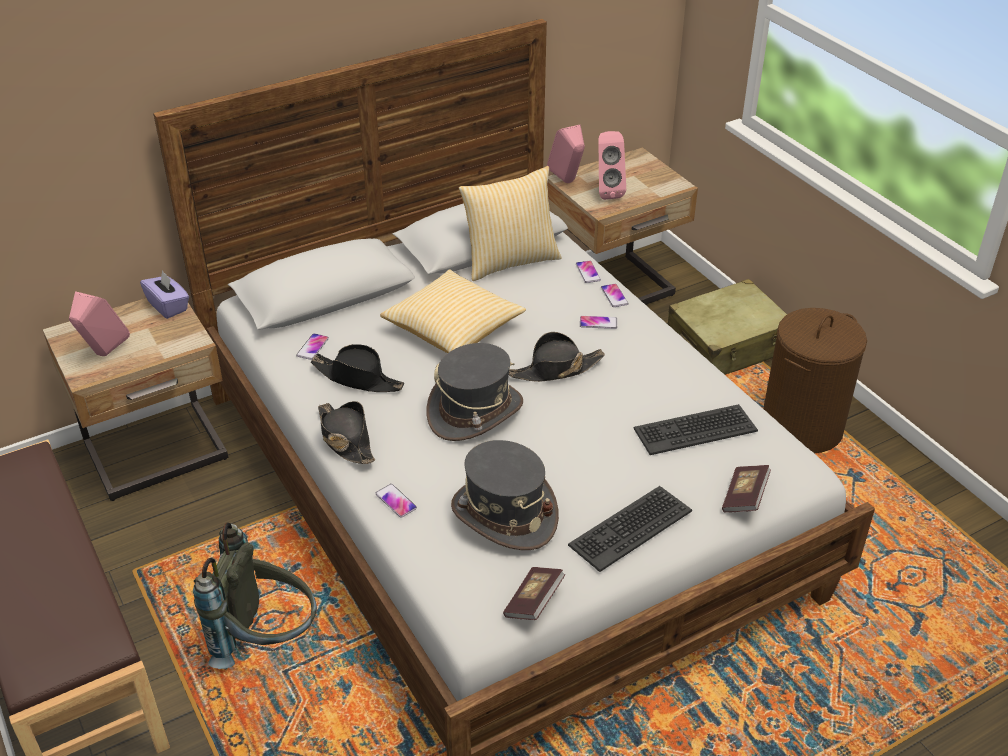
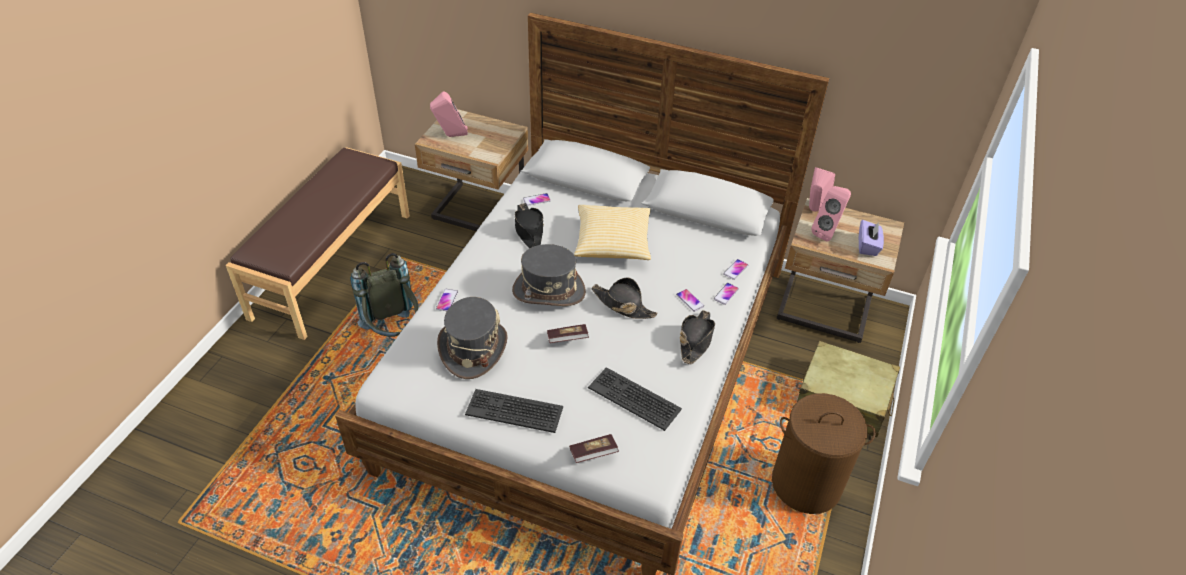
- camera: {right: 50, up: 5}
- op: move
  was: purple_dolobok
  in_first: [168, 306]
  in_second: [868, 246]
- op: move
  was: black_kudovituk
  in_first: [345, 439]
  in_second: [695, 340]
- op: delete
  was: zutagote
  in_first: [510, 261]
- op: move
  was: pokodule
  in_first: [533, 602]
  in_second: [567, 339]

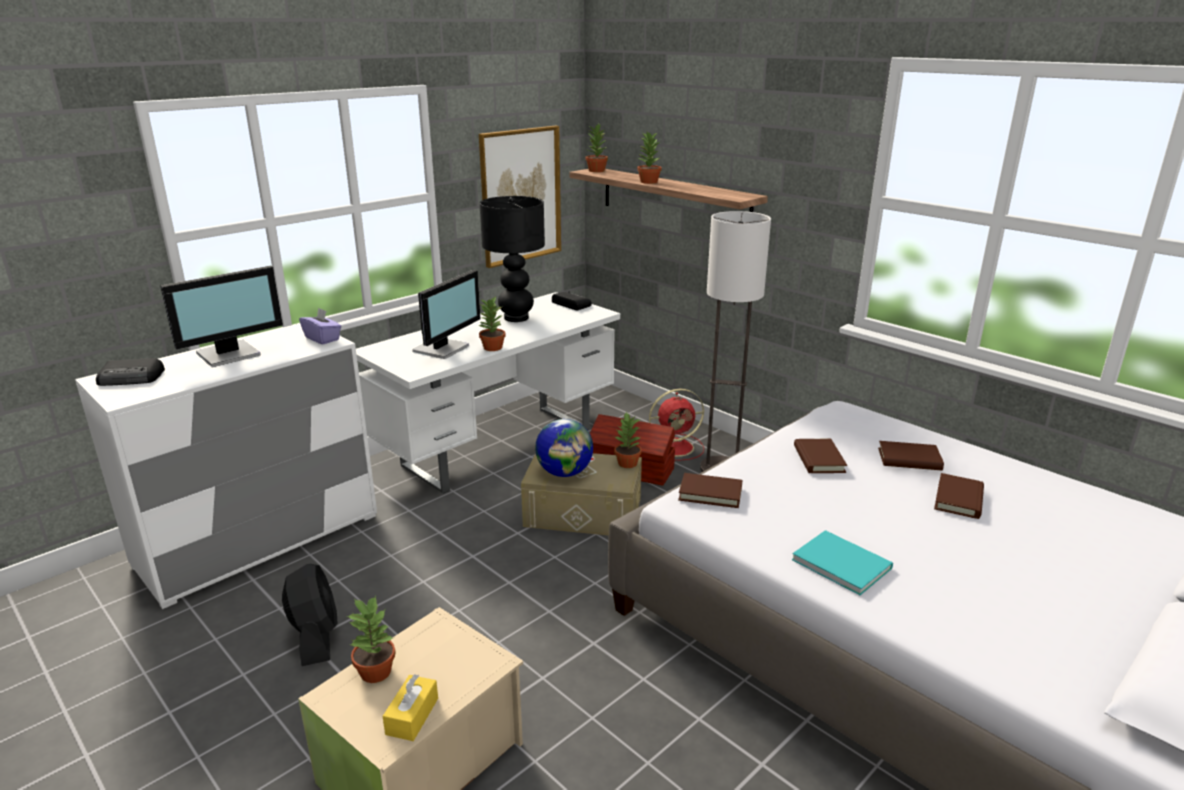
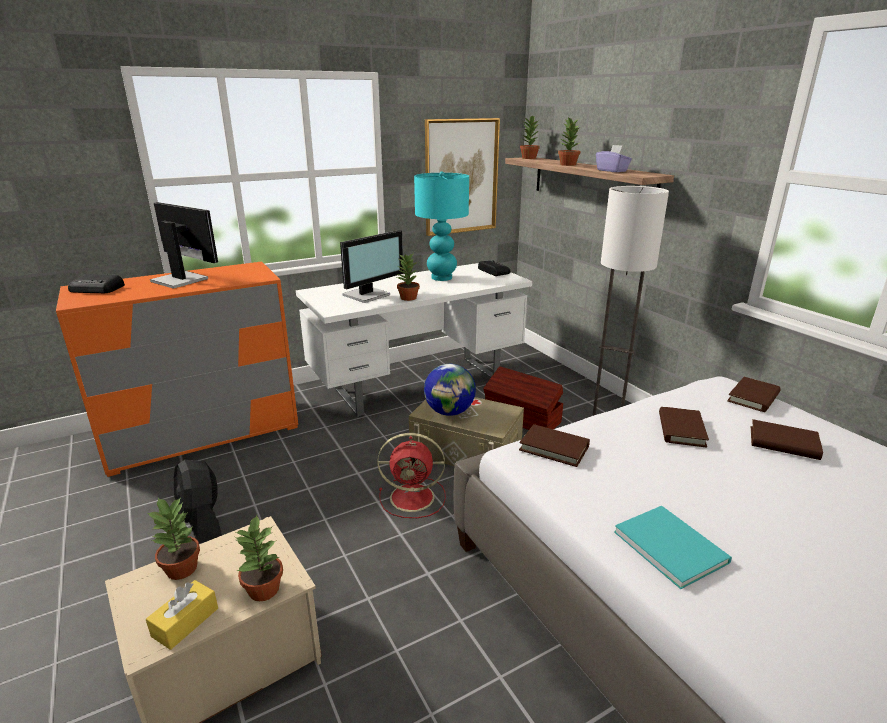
- camera: {right: 15, up: 0}
- op: recolor
  was: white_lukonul
  now: orange_lukonul
  in_first: [259, 540]
  in_second: [203, 434]
- op: rotate
  was: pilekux
  in_first: [230, 355]
  in_second: [181, 279]
  clockwise: -120
- op: rotate
  was: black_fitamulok
  in_first: [315, 637]
  in_second: [202, 521]
  clockwise: 150
- op: move
  was: purple_dolobok
  in_first: [322, 338]
  in_second: [612, 171]
- op: recolor
  was: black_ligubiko
  now: turquoise_ligubiko
  in_first: [517, 318]
  in_second: [442, 277]
- op: move
  was: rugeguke
  in_first: [627, 463]
  in_second: [263, 590]
- op: move
  was: red_fitamulok
  in_first: [676, 447]
  in_second: [414, 497]
- op: move
  was: brown_pokodule
  in_first: [958, 499]
  in_second: [753, 397]

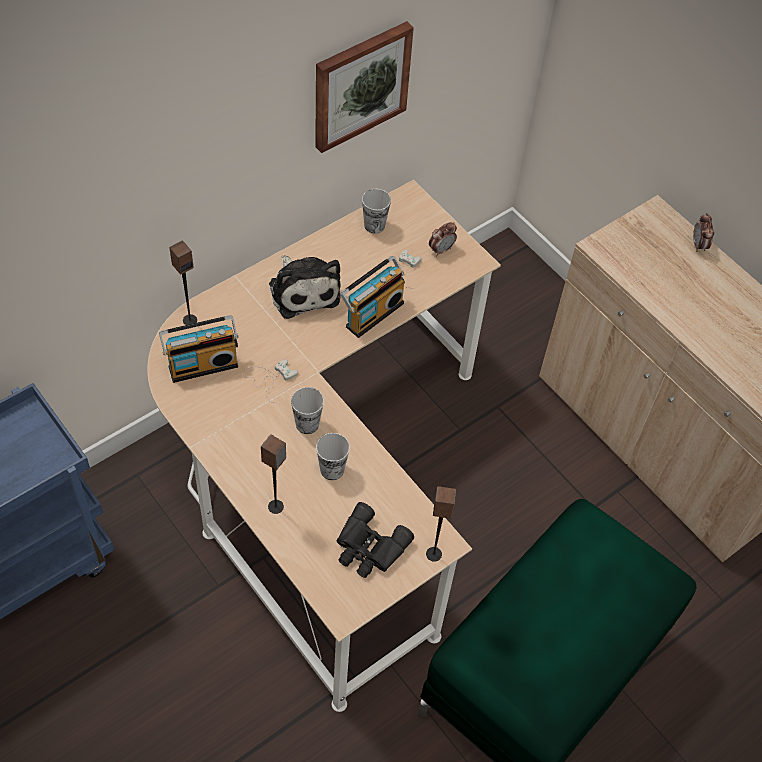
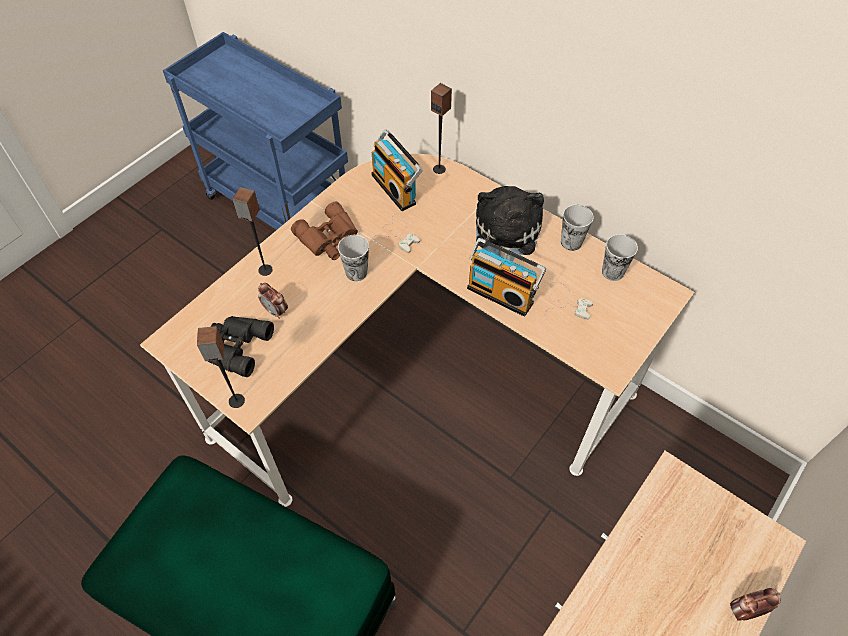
- camera: {right: 80, up: 0}
- op: rotate
  was: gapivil
  in_first: [303, 290]
  in_second: [505, 235]
  clockwise: 135
- op: delete
  was: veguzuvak
  in_first: [360, 85]
- op: move
  was: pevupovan
  in_first: [332, 469]
  in_second: [571, 242]
- op: move
  was: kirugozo
  in_first: [441, 250]
  in_second: [276, 311]
- op: insert
  now: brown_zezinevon
  in_second: [330, 239]

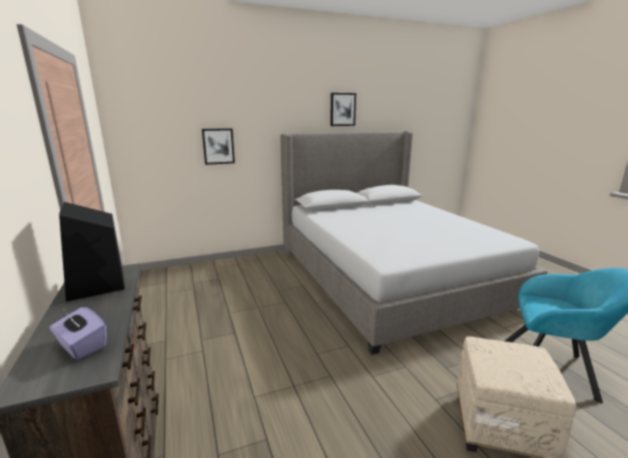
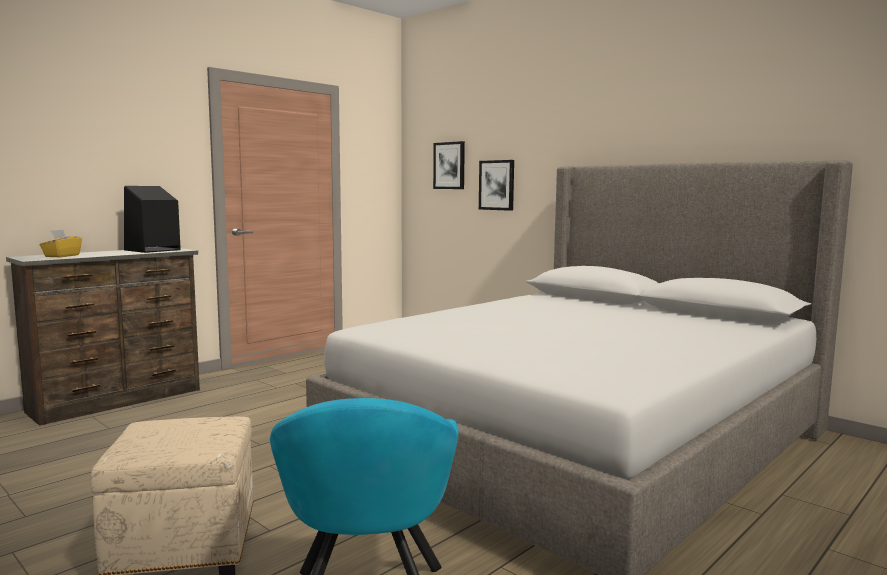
- camera: {right: 65, up: -10}
- op: recolor
  was: purple_dolobok
  now: yellow_dolobok
  in_first: [81, 346]
  in_second: [62, 256]
- op: move
  was: veguzuvak
  in_first: [342, 109]
  in_second: [449, 165]

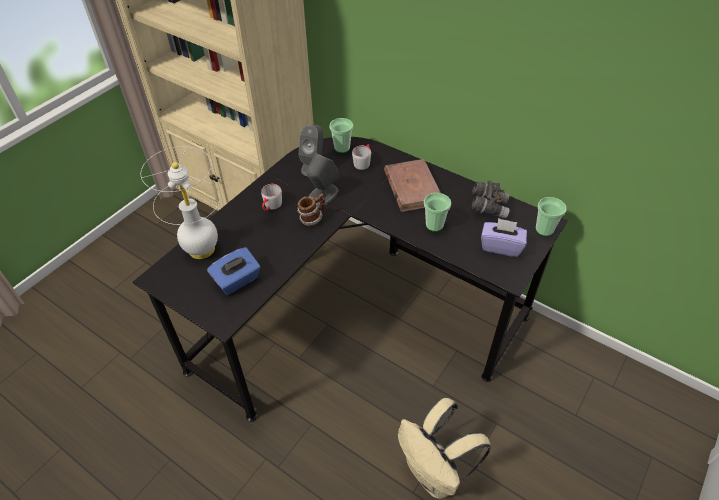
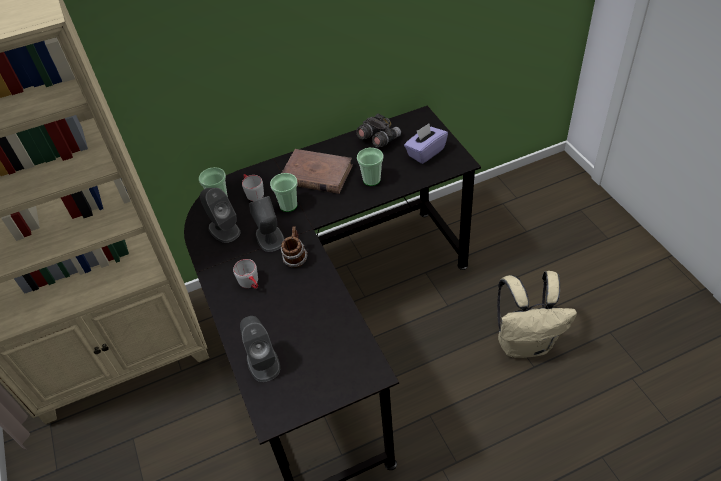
- camera: {right: -55, up: 0}
- op: replace
  was: white_ligubiko
  now: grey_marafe
  in_first: [202, 249]
  in_second: [263, 362]
- op: delete
  was: blue_dolobok
  in_first: [237, 280]
- op: move
  was: pevupovan
  in_first: [544, 229]
  in_second: [288, 205]

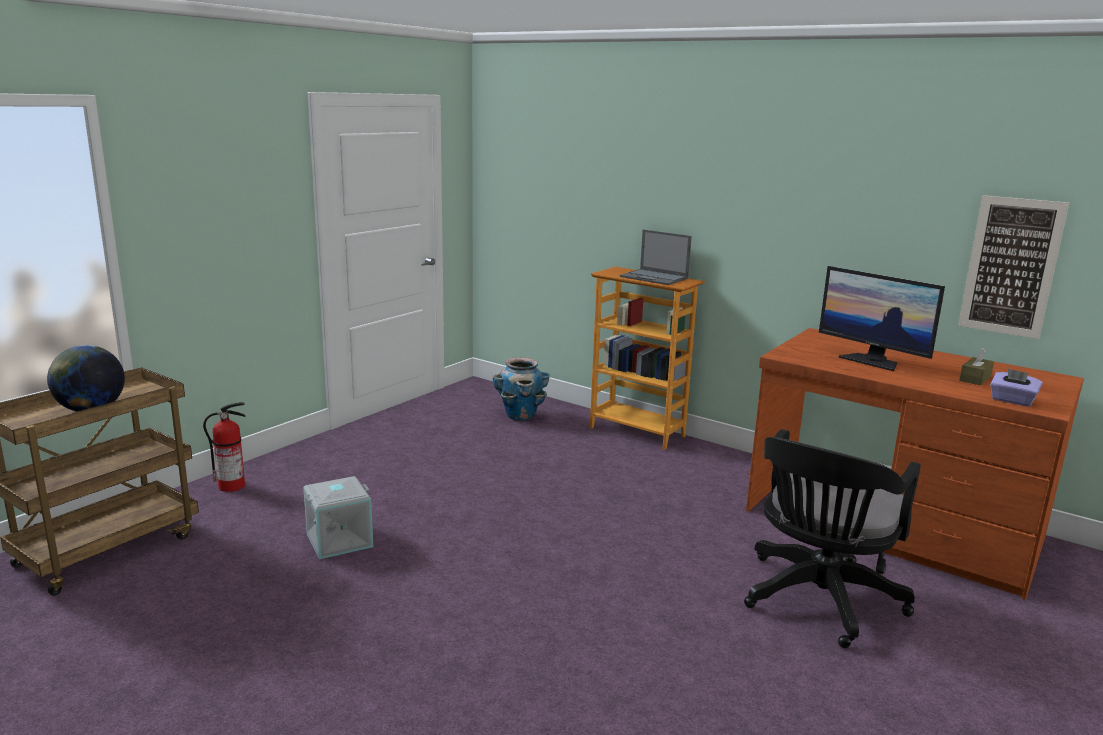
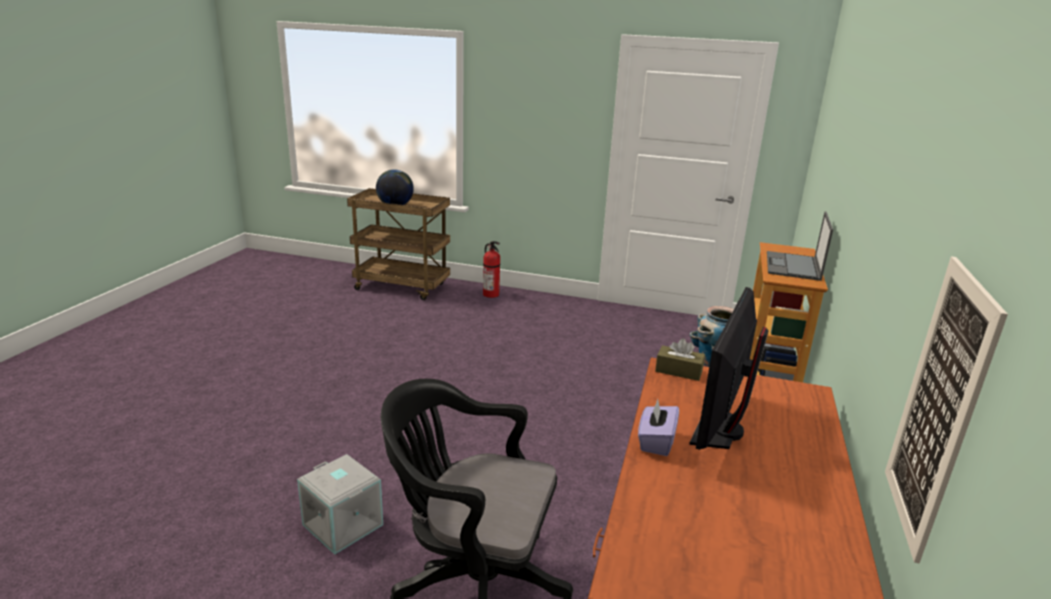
- camera: {right: 70, up: 5}
- op: move
  was: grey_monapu
  in_first: [339, 539]
  in_second: [344, 524]
- op: move
  was: brown_dolobok
  in_first: [975, 378]
  in_second: [678, 371]
- op: move
  was: purple_dolobok
  in_first: [1012, 401]
  in_second: [655, 442]

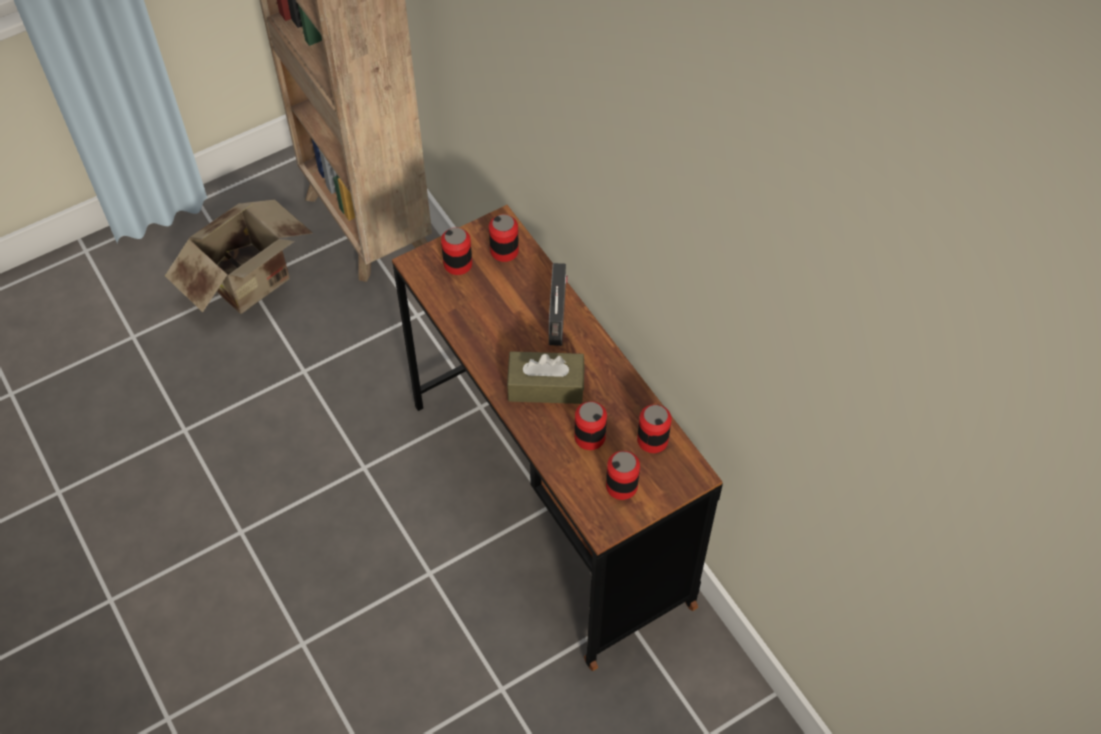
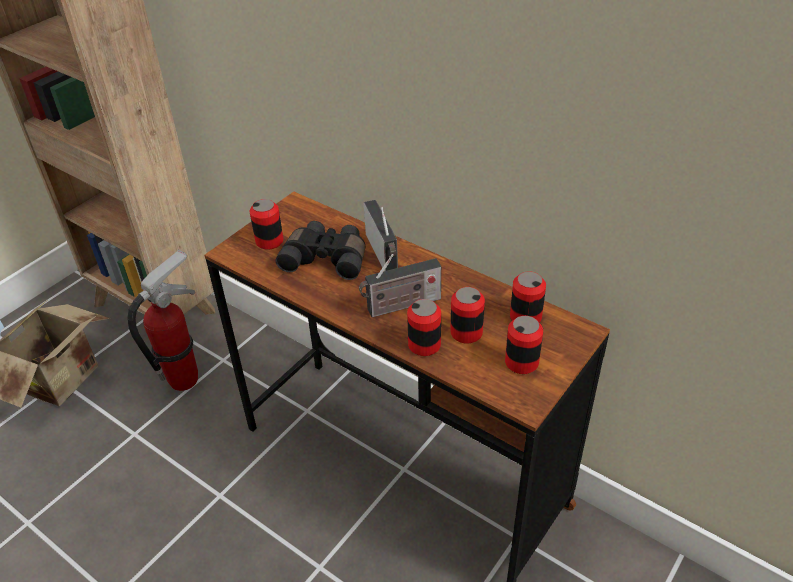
- camera: {right: -20, up: -15}
- op: move
  was: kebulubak
  in_first: [504, 251]
  in_second: [424, 345]
- op: replace
  was: brown_dolobok
  now: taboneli
  in_first: [545, 386]
  in_second: [401, 306]
- op: insert
  now: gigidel
  in_second: [185, 379]
- op: insert
  now: black_zezinevon
  in_second: [327, 258]

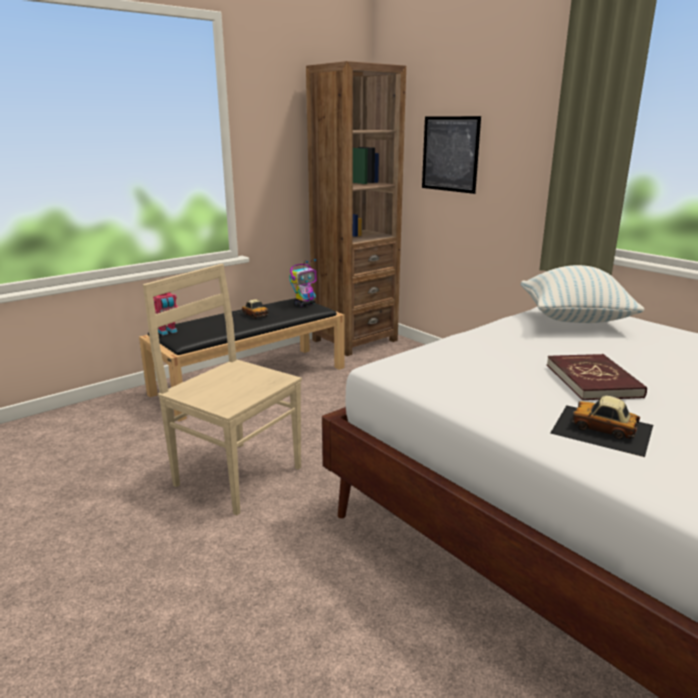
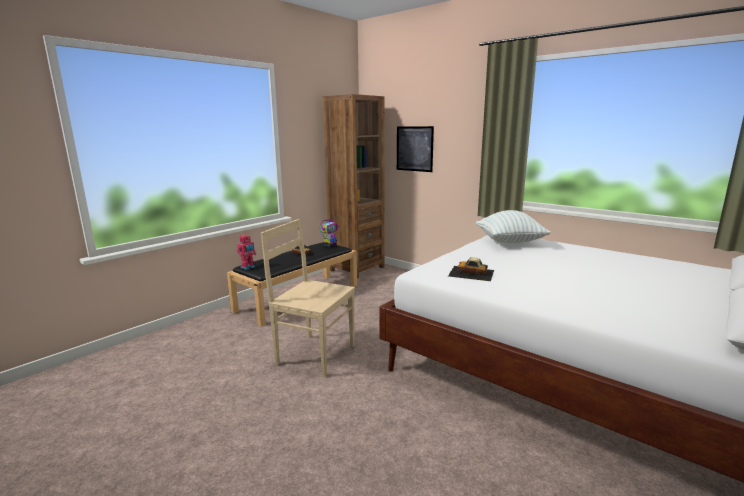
- camera: {right: -10, up: -5}
- op: delete
  was: red_pokodule
  in_first: [593, 380]
- op: move
  was: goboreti
  in_first: [602, 429]
  in_second: [471, 273]

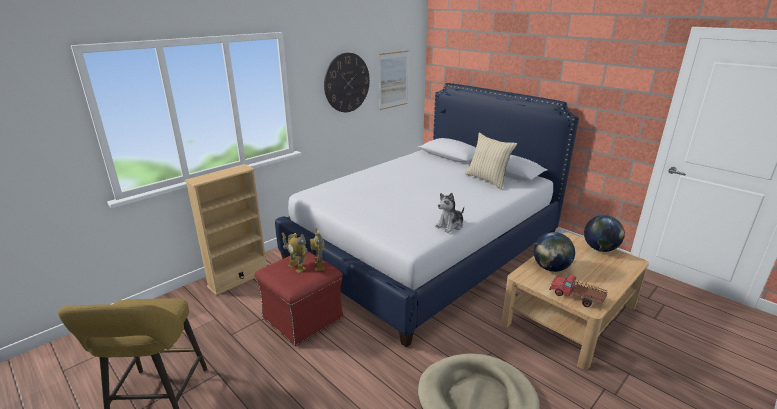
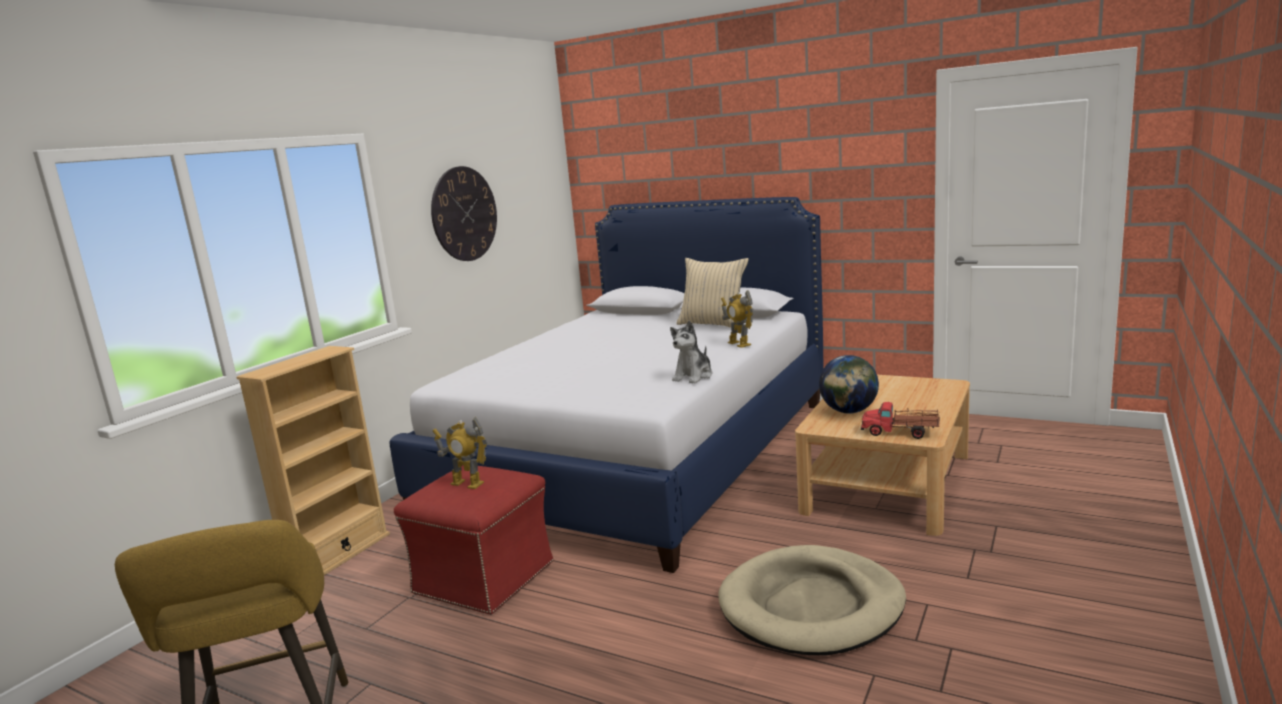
- camera: {right: -15, up: -10}
- op: move
  was: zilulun
  in_first: [319, 265]
  in_second: [739, 344]
- op: delete
  was: veguzuvak
  in_first: [393, 80]
- op: delete
  was: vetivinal
  in_first: [600, 249]

